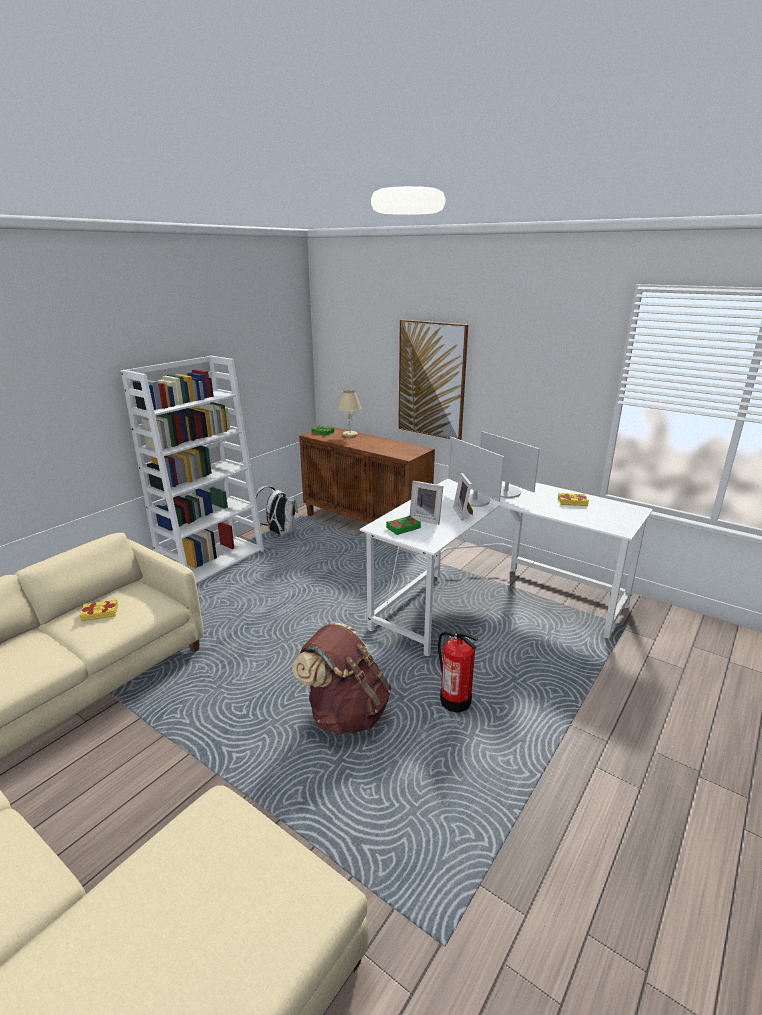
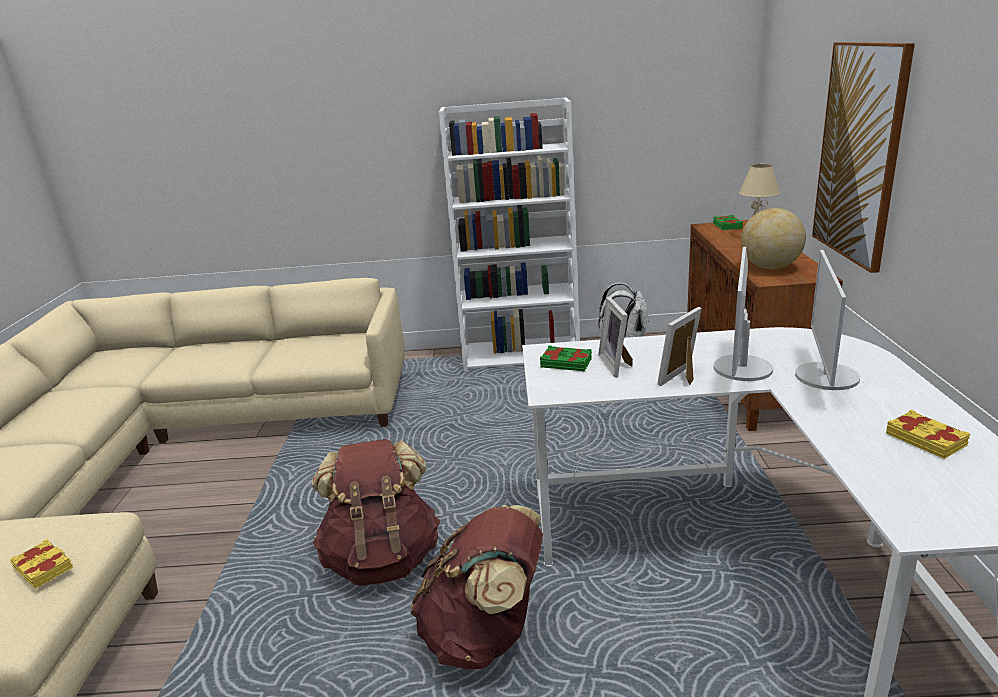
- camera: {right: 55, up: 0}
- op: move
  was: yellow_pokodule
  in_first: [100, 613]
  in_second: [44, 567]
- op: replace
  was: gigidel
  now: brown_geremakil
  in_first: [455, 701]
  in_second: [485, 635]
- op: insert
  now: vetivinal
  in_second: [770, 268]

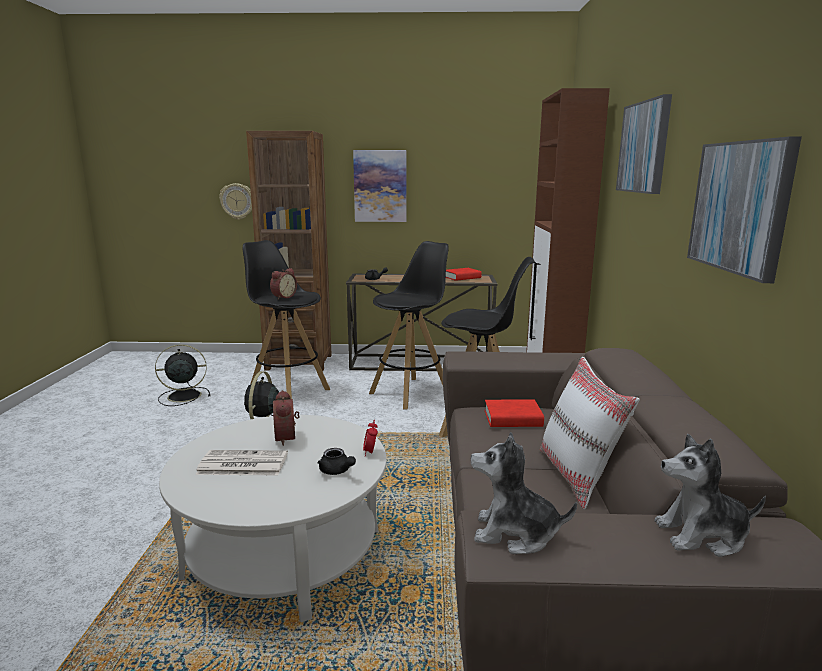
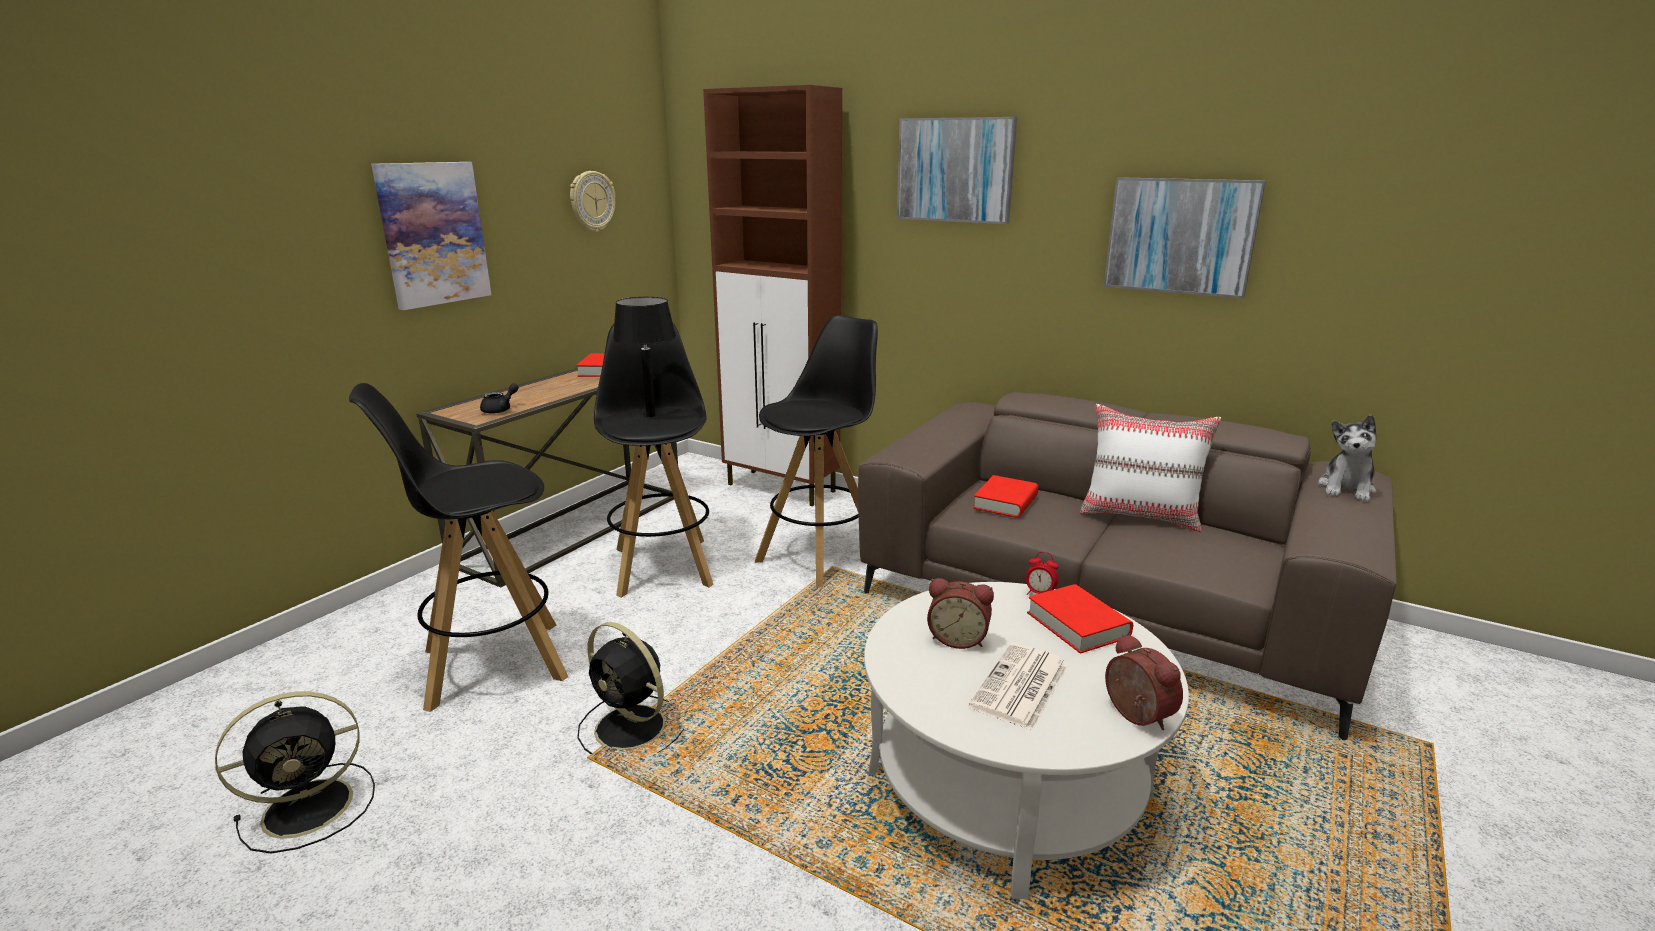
- camera: {right: -60, up: 5}
- op: rotate
  was: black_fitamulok
  in_first: [182, 396]
  in_second: [312, 806]
  clockwise: -135
- op: move
  was: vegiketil
  in_first: [237, 201]
  in_second: [592, 201]
- op: delete
  was: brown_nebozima
  in_first: [299, 362]
- op: move
  was: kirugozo
  in_first: [283, 297]
  in_second: [1134, 716]
- op: replace
  was: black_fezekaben
  now: red_pokodule
  in_first: [337, 471]
  in_second: [1077, 625]
- op: delete
  was: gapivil
  in_first: [515, 533]
- op: insert
  now: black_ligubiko
  in_second: [651, 415]

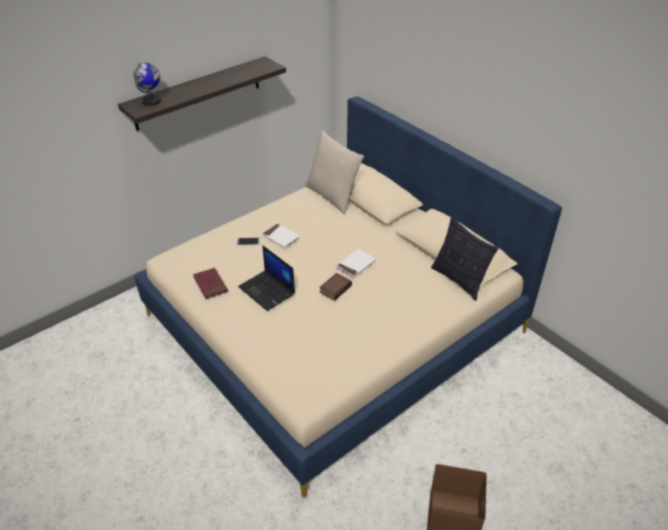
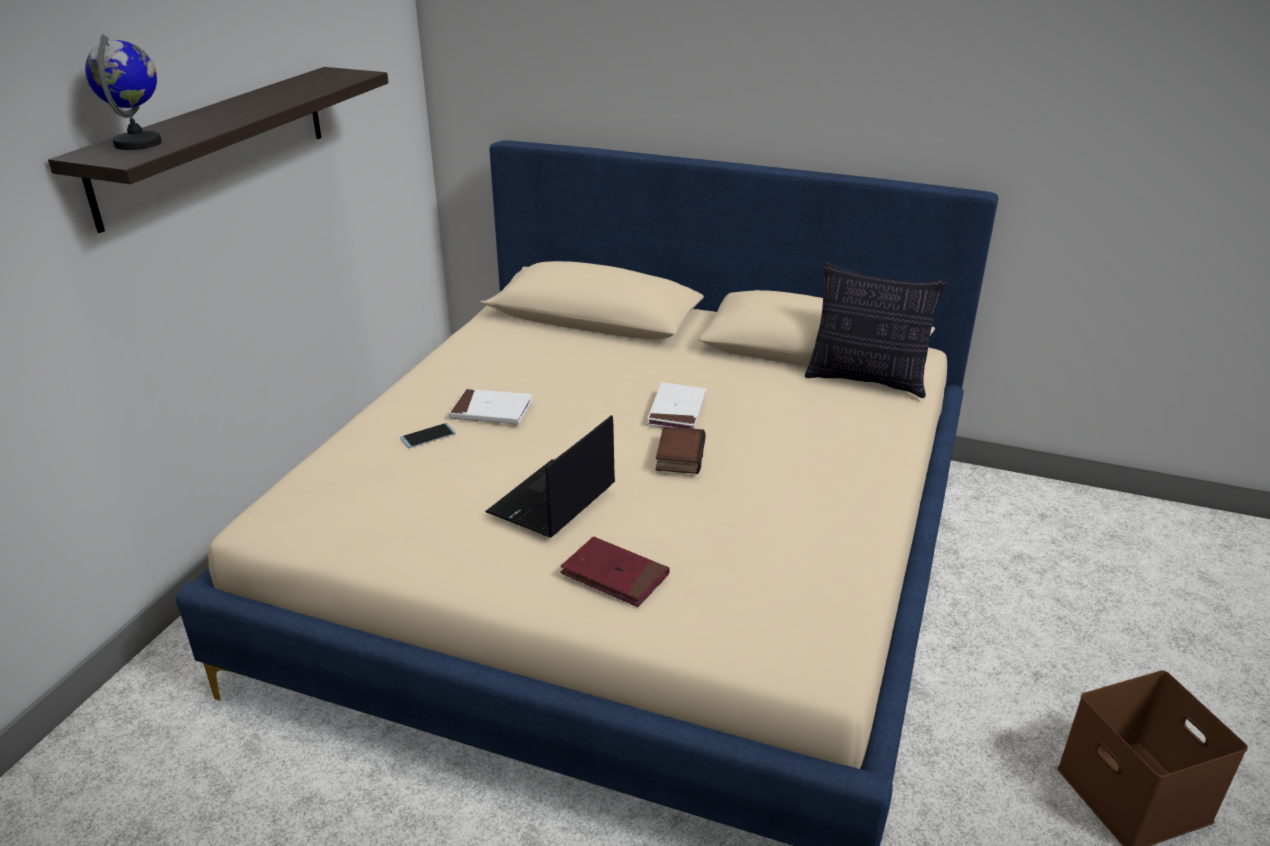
- camera: {right: -30, up: -10}
- op: move
  was: red_pokodule
  in_first: [210, 285]
  in_second: [615, 575]
- op: rotate
  was: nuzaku
  in_first: [267, 290]
  in_second: [552, 500]
  clockwise: 105
- op: delete
  was: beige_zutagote
  in_first: [333, 196]

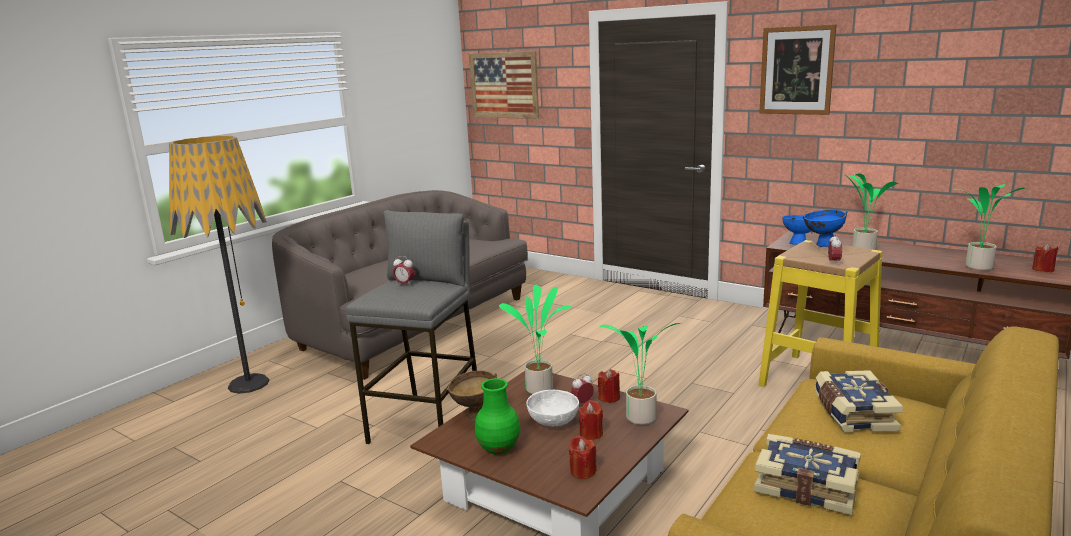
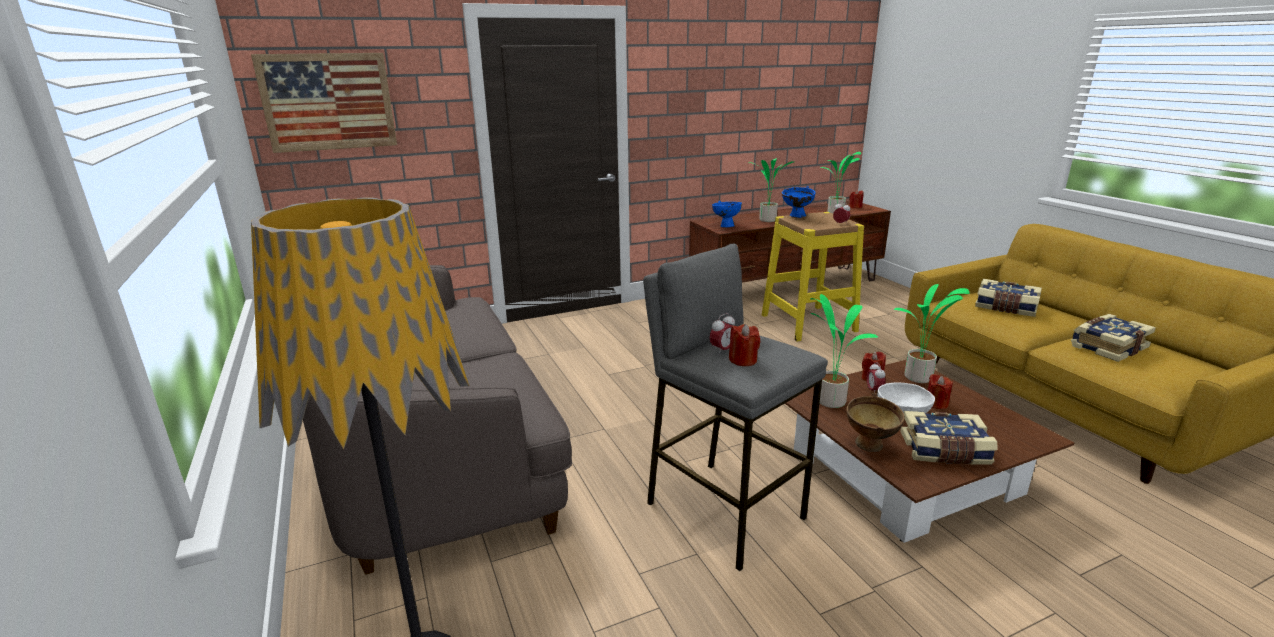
- camera: {right: -60, up: 5}
- op: replace
  was: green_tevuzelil
  now: pokodule
  in_first: [499, 448]
  in_second: [945, 451]
- op: move
  was: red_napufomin
  in_first: [583, 471]
  in_second: [743, 360]
- op: delete
  was: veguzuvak
  in_first: [796, 70]

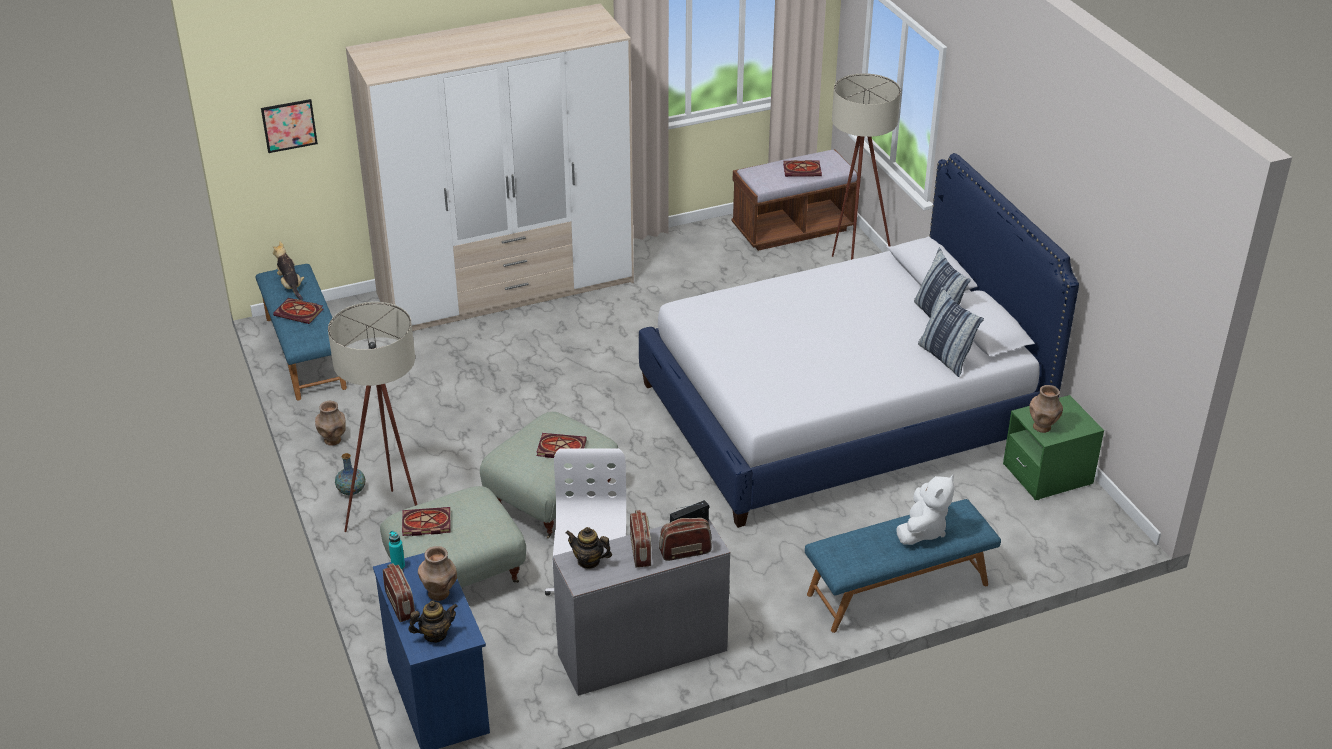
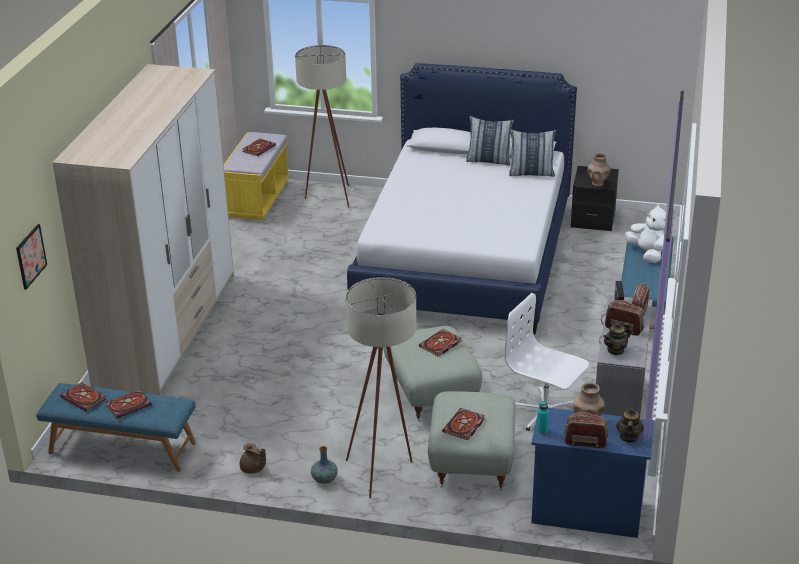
- camera: {right: -55, up: -5}
- op: replace
  was: gapivil
  now: pokodule
  in_first: [291, 286]
  in_second: [85, 398]
- op: replace
  was: brown_tevuzelil
  now: brown_fezekaben
  in_first: [333, 440]
  in_second: [253, 469]
- op: recolor
  was: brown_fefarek
  now: yellow_fefarek
  in_first: [792, 229]
  in_second: [257, 200]
- op: recolor
  was: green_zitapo
  now: black_zitapo
  in_first: [1047, 474]
  in_second: [593, 219]

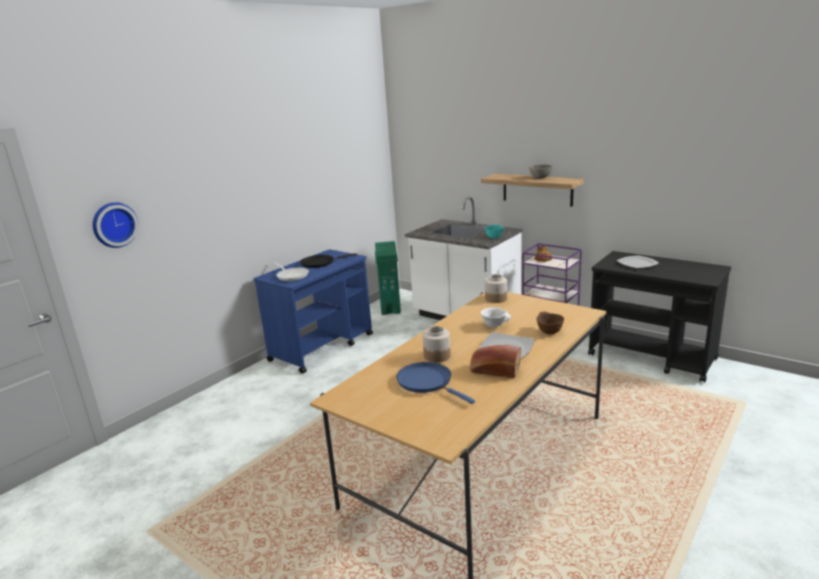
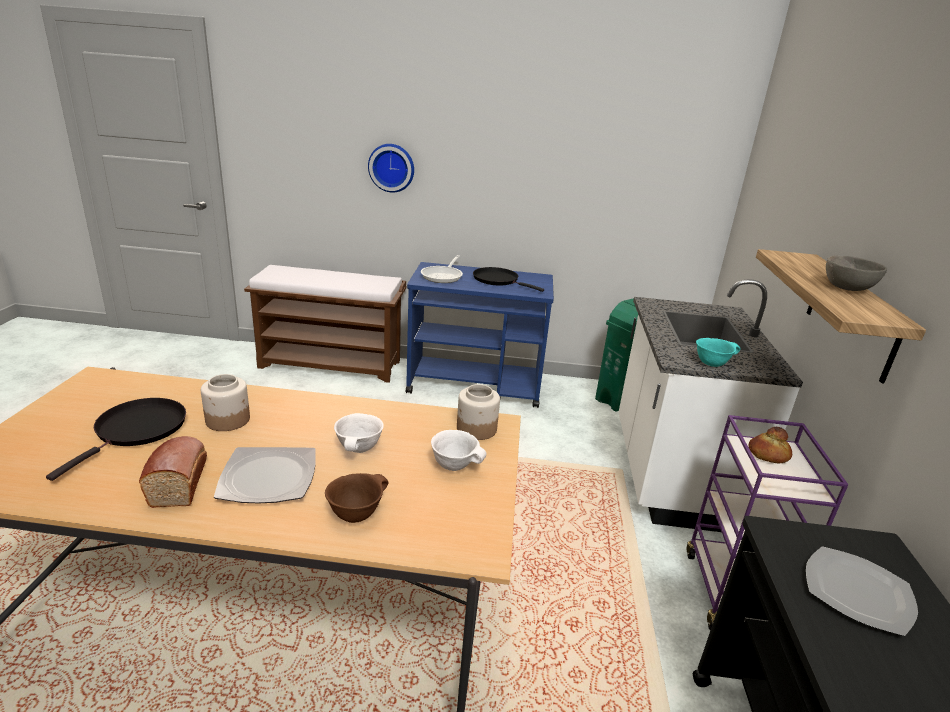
- camera: {right: 55, up: 5}
- op: move
  was: vegiketil
  in_first: [114, 224]
  in_second: [392, 167]
- op: recolor
  was: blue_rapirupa
  now: black_rapirupa
  in_first: [427, 382]
  in_second: [137, 430]
- op: insert
  now: brown_fefarek
  in_second: [332, 364]
- op: insert
  now: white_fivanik
  in_second: [455, 465]

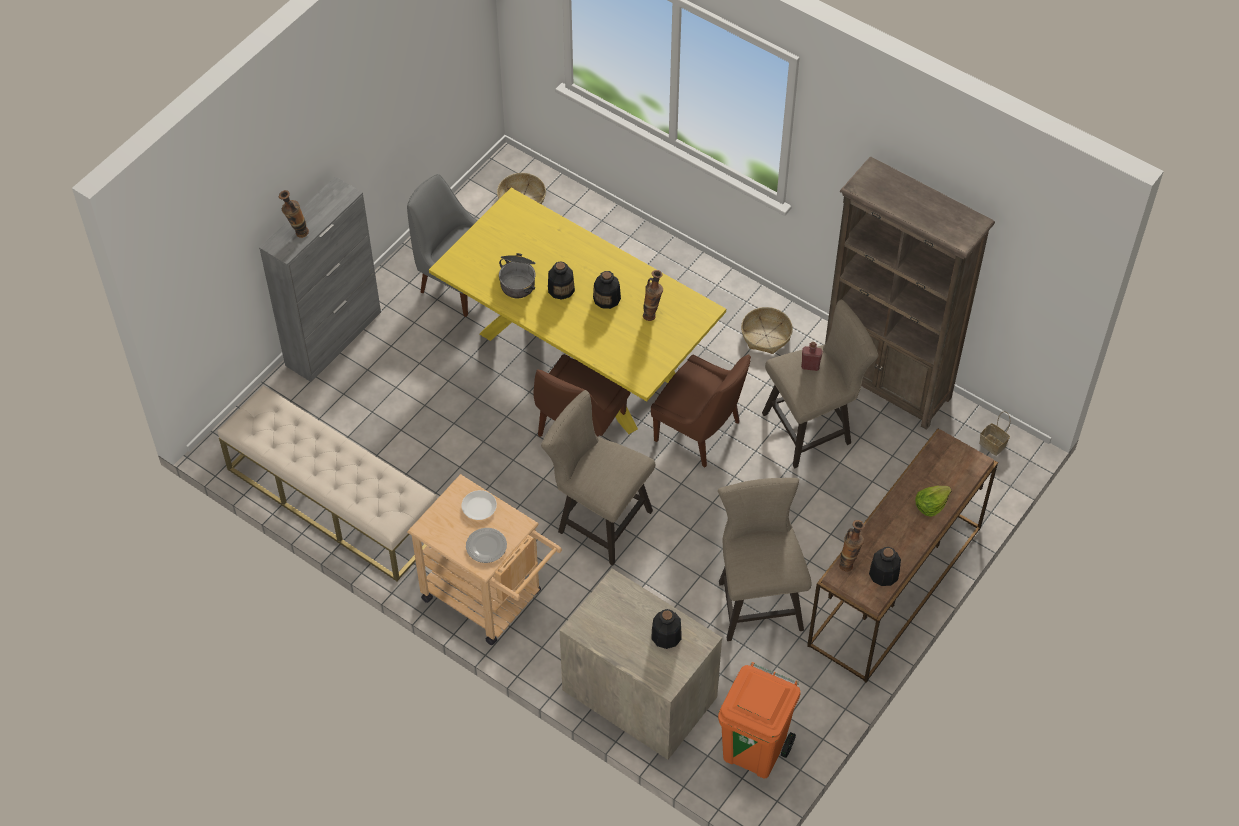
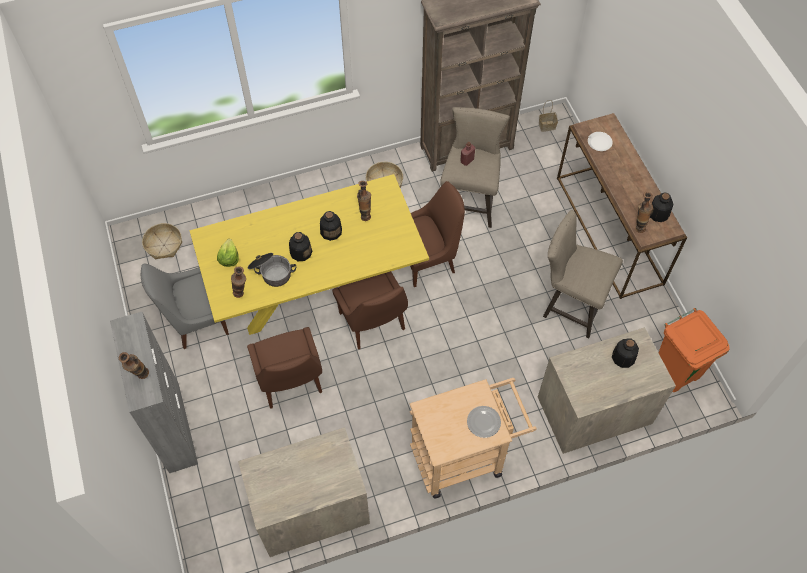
- camera: {right: -55, up: 5}
- op: replace
  was: beige_fefarek
  now: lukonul
  in_first: [333, 500]
  in_second: [310, 509]
- op: move
  was: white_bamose
  in_first: [479, 507]
  in_second: [599, 143]
- op: delete
  was: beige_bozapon
  in_first: [598, 520]
- op: move
  was: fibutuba
  in_first: [931, 505]
  in_second: [229, 258]
- op: insert
  now: tevuzelil
  in_second: [242, 294]
- op: insert
  now: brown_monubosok
  in_second: [290, 382]

